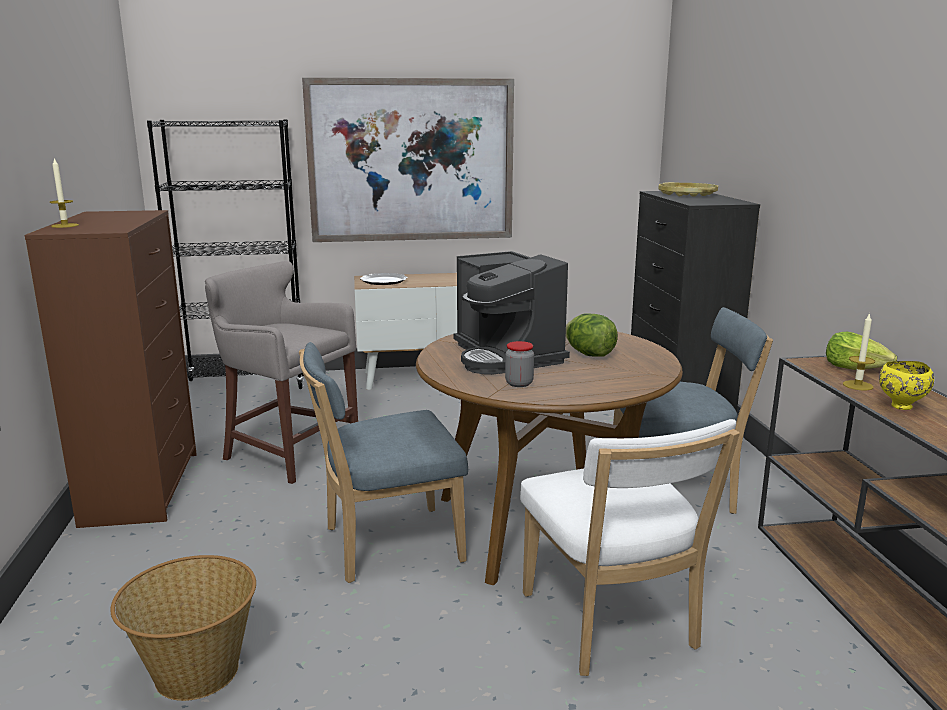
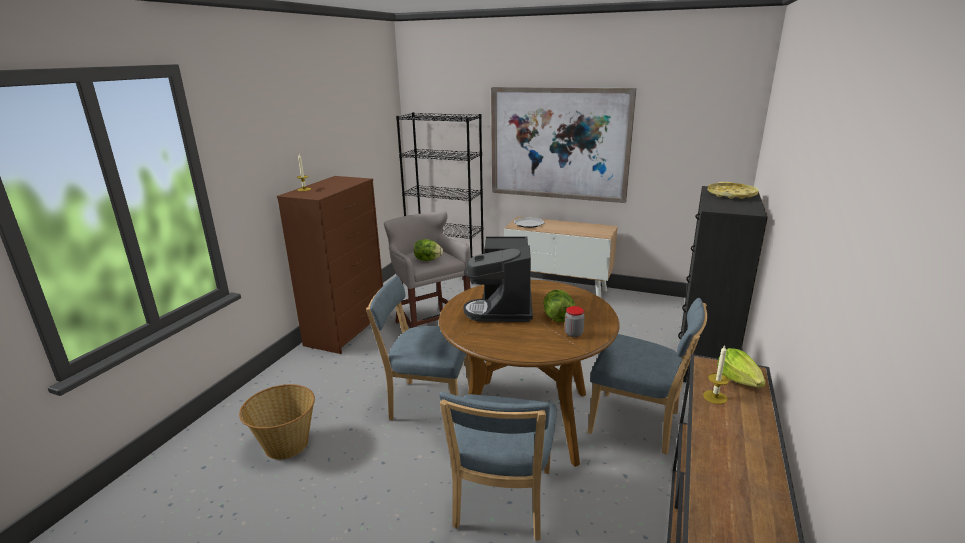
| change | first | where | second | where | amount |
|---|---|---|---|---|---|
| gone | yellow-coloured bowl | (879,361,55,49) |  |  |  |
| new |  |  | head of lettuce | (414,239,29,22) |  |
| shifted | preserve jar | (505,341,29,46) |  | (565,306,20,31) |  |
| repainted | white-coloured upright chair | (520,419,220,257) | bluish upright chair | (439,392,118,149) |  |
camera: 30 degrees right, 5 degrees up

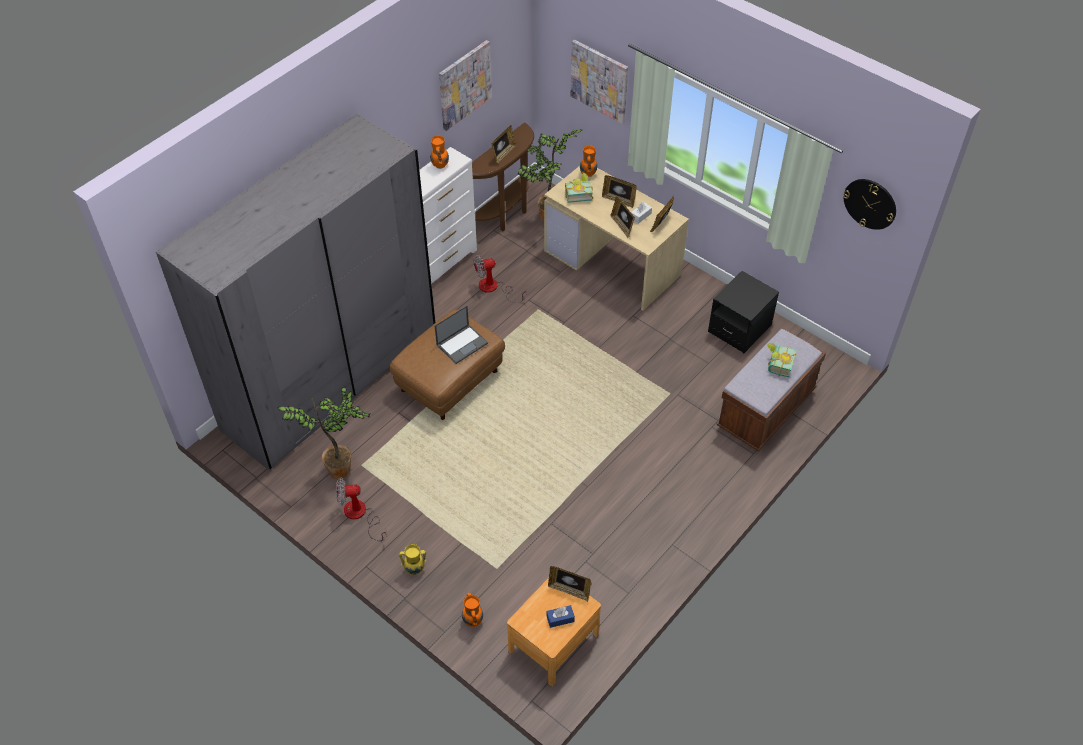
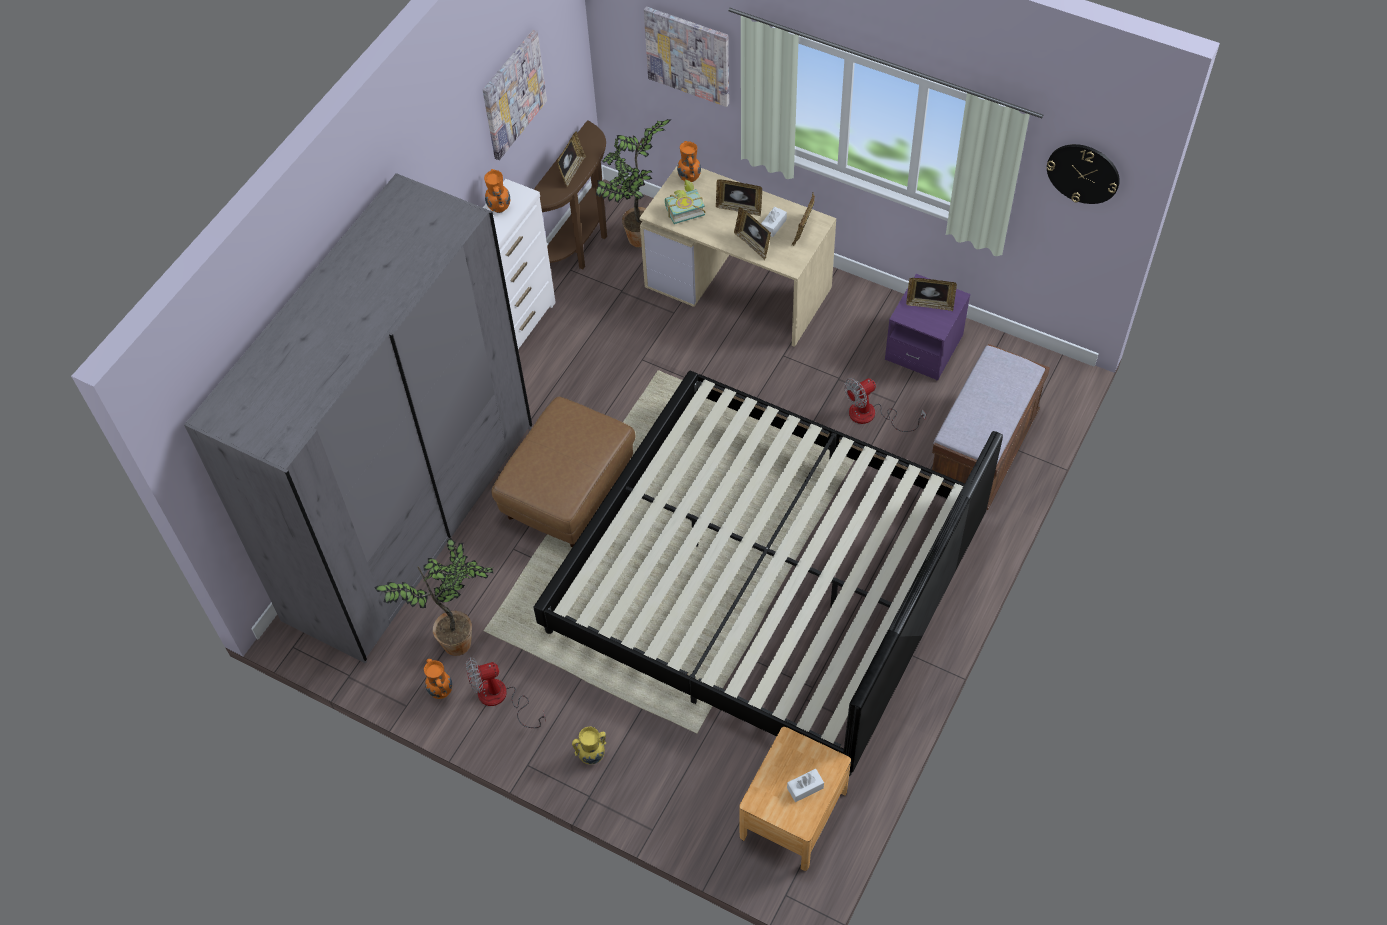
| change | first | where | second | where | amount |
|---|---|---|---|---|---|
| gone | laptop | (434,306,54,58) |  |  |  |
| gone | volume | (767,343,30,34) |  |  |  |
| new |  |  | bedroom bed | (533,371,470,405) |  |
| shifted | orange-coloured vase | (462,593,21,34) |  | (424,659,28,40) |  |
| shifted | fan | (473,255,54,48) |  | (844,378,82,54) |  |
| shifted | picture frame | (548,566,43,36) |  | (906,278,51,33) |  |
| repainted | bluish tissue box | (547,605,28,23) | white-coloured tissue box | (787,769,37,33) |  |
| repainted | black nightstand | (708,271,71,82) | purple nightstand | (885,274,85,107) |  |
camera: 10 degrees left, 5 degrees up

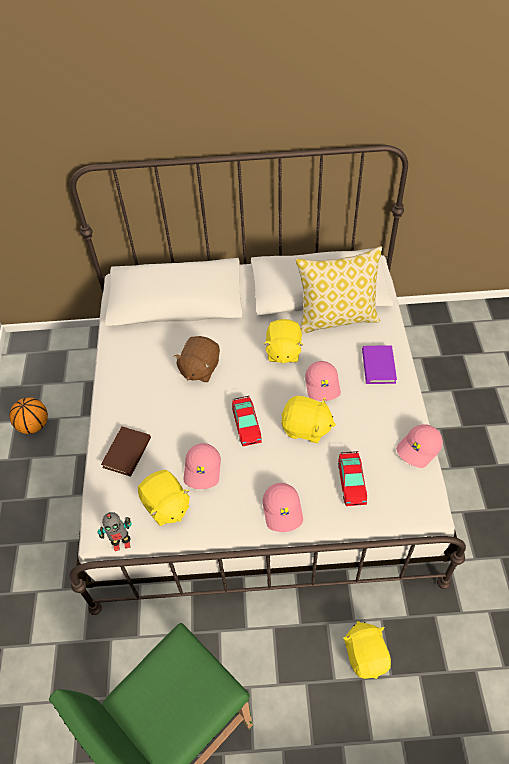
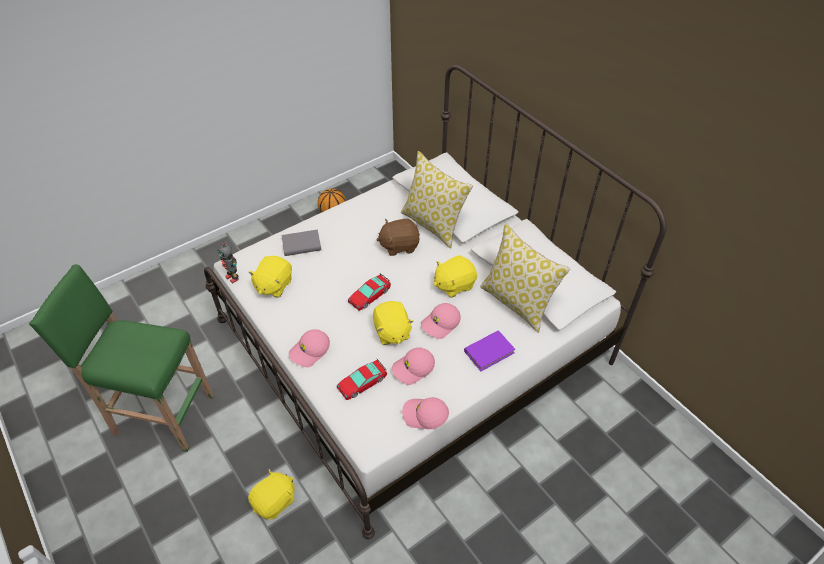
| change | first | where | second | where | amount |
|---|---|---|---|---|---|
| new |  |  | pillow | (401,151,72,97) |  |
| shifted | pink-coloured peaked cap | (184,443,37,46) |  | (392,348,43,37) |  |
| repainted | brown volume | (101,426,50,51) | grey volume | (281,230,40,26) |  |
camera: 55 degrees right, 5 degrees down

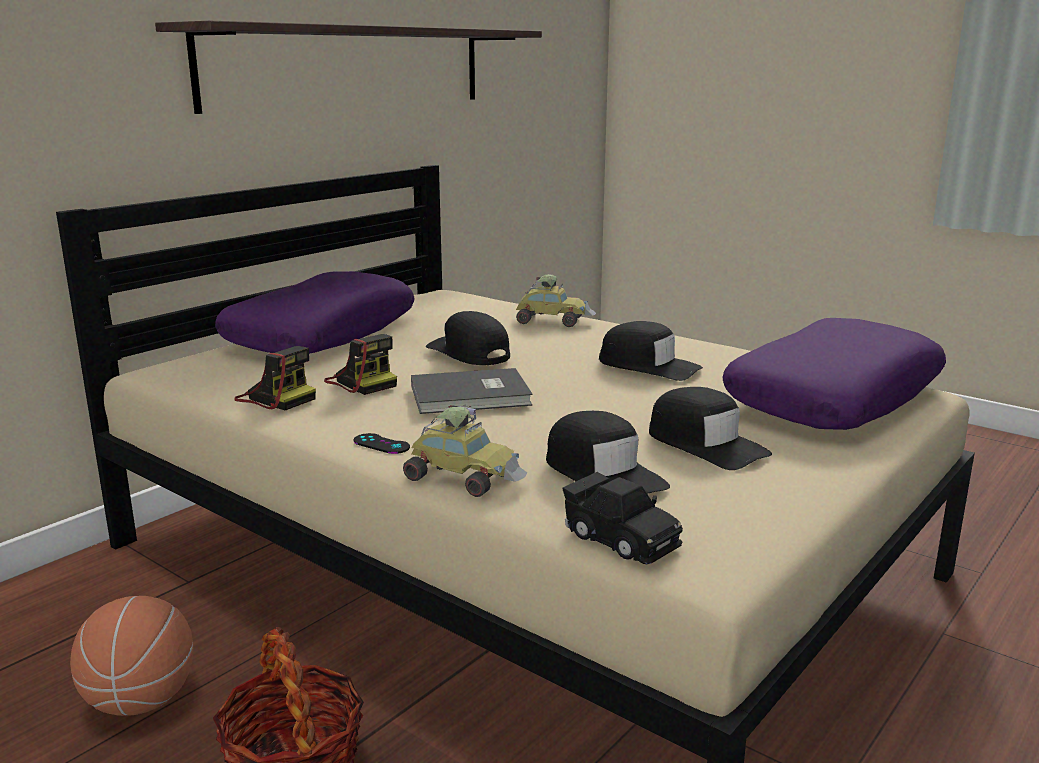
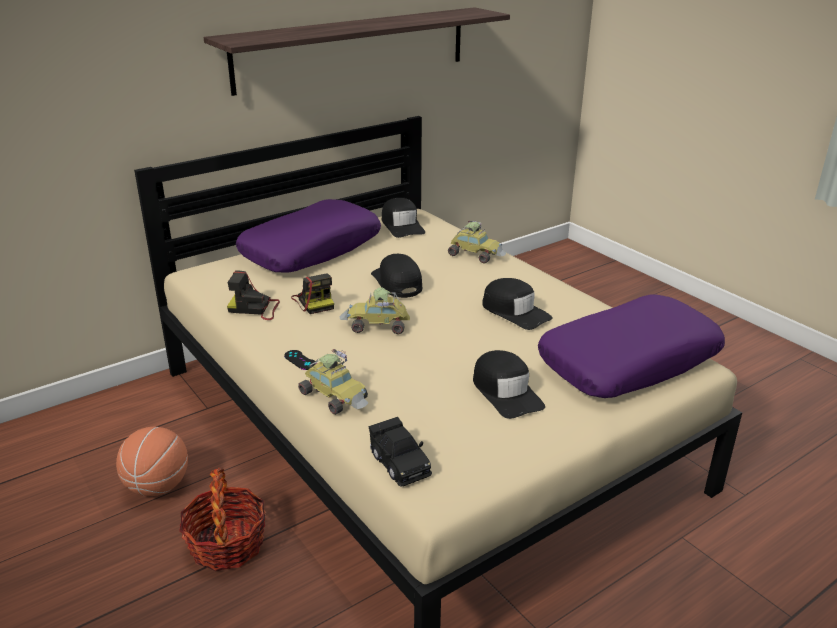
| change | first | where | second | where | amount |
|---|---|---|---|---|---|
| shifted | black peaked cap | (546,411,124,83) |  | (382,198,43,40) |  |
| swapped | grey volume | (411,368,122,46) | toy car | (340,288,70,46) |  |
| rotated | still camera | (234,346,82,64) |  | (227,270,53,50) | 135 degrees clockwise |
camera: 15 degrees right, 10 degrees up

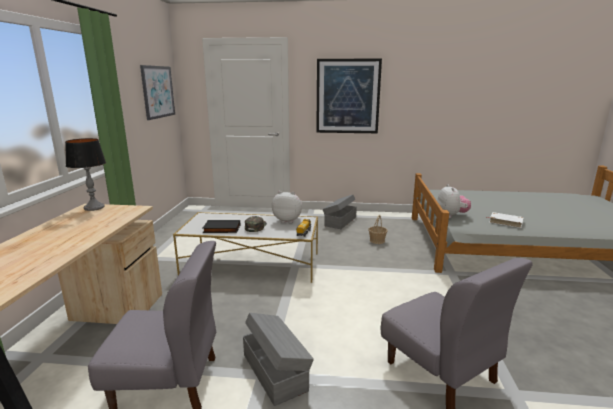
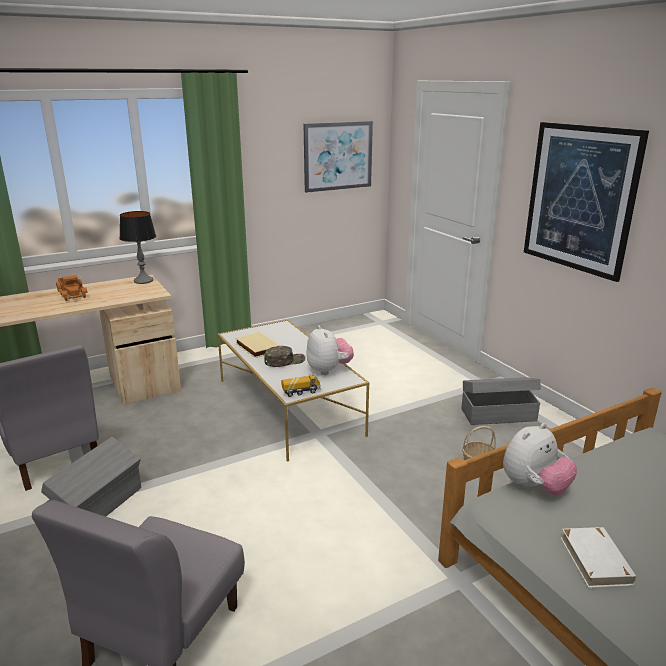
| change | first | where | second | where | amount |
|---|---|---|---|---|---|
| new |  |  | model truck | (56,275,32,26) |  |
| repainted | black volume | (203,220,37,13) | beige volume | (236,332,44,26) |  |
camera: 55 degrees right, 5 degrees up

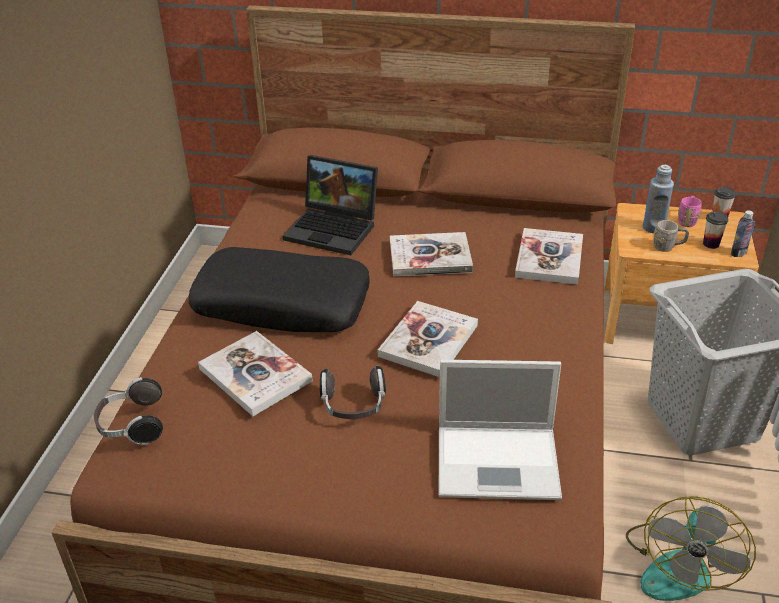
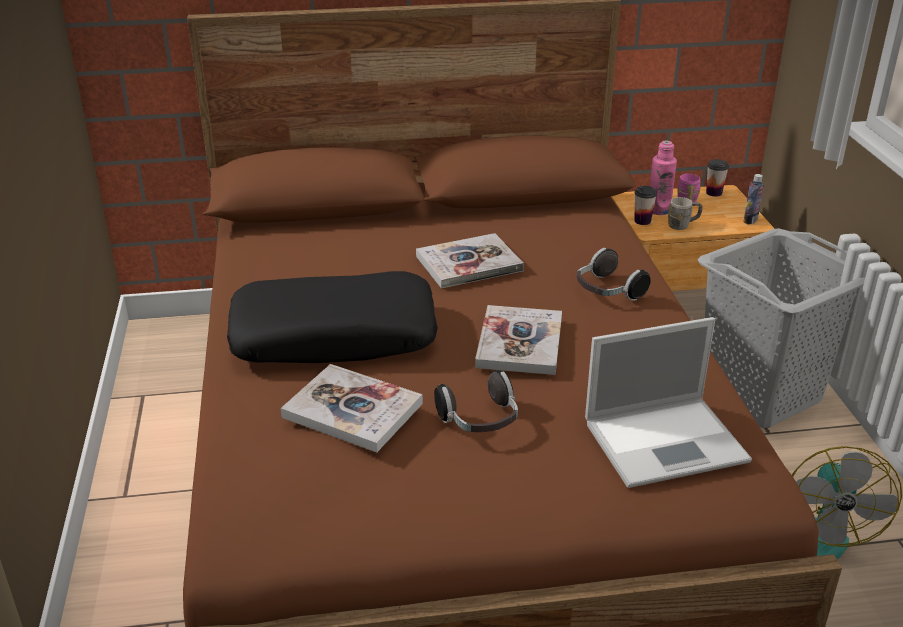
| change | first | where | second | where | amount |
|---|---|---|---|---|---|
| gone | laptop | (283,155,95,100) |  |  |  |
| gone | volume | (515,228,68,57) |  |  |  |
| shifted | headset | (94,377,69,68) |  | (577,248,74,53) |  |
| shifted | drinking cup | (703,211,25,38) |  | (634,186,23,39) |  |
| repainted | bluish drink bottle | (643,165,31,68) | pink-coloured drink bottle | (650,140,27,75) |  |
camera: 20 degrees left, 5 degrees down

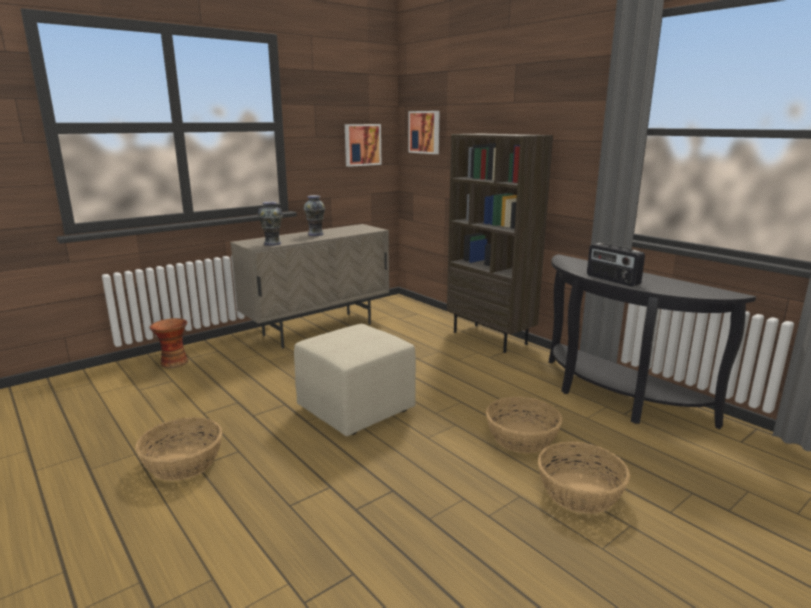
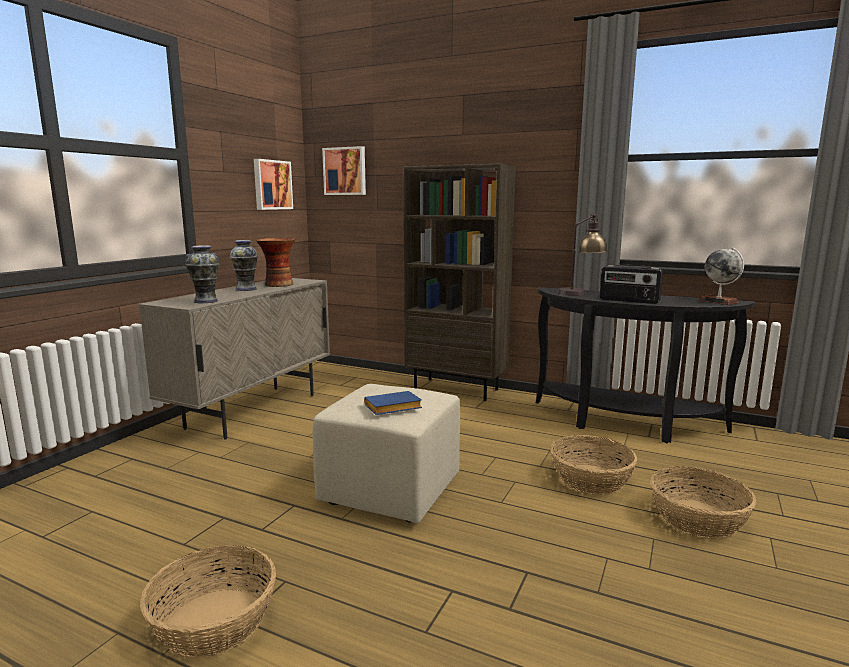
| change | first | where | second | where | amount |
|---|---|---|---|---|---|
| new |  |  | bluish volume | (364,391,58,24) |  |
| new |  |  | tabletop lamp | (558,214,50,82) |  |
| new |  |  | desk globe | (699,247,45,58) |  |
| shifted | vase | (149,318,39,50) |  | (256,238,39,49) |  |
camera: 25 degrees left, 5 degrees down

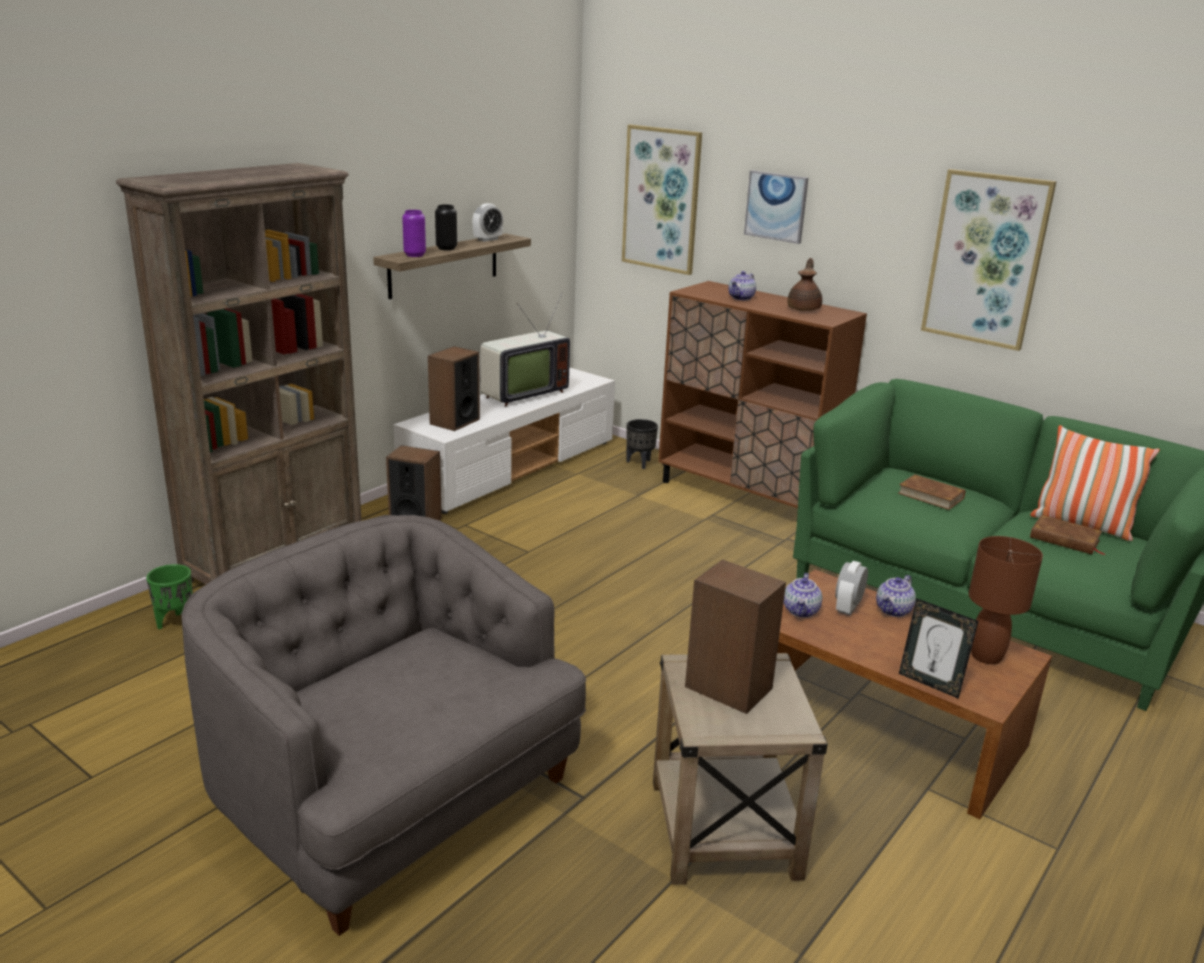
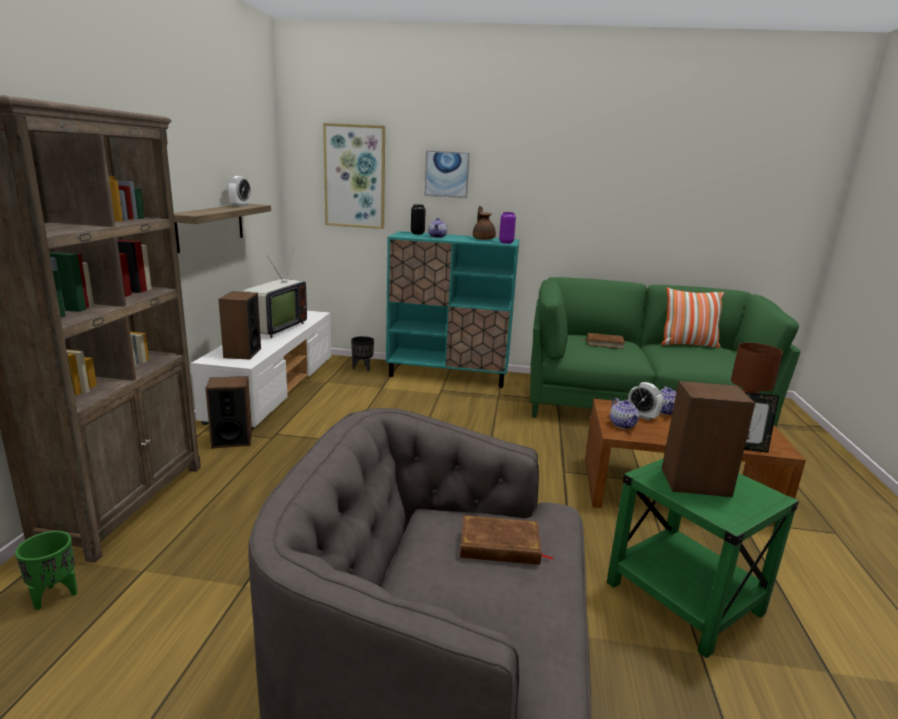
| change | first | where | second | where | amount |
|---|---|---|---|---|---|
| gone | wall art | (921,169,136,182) |  |  |  |
| shifted | purple vase | (402,210,24,47) |  | (499,212,17,32) |  |
| shifted | black vase | (435,204,22,46) |  | (411,204,15,30) |  |
| shifted | brown volume | (1030,515,75,40) |  | (460,515,94,50) |  |
| repainted | beige end table | (653,653,175,232) | green end table | (607,458,192,200) |  |
| repainted | brown cupboard | (658,281,209,227) | turquoise cupboard | (386,231,133,157) |  |
| rotated | bedside clock | (835,561,33,54) |  | (628,382,35,38) | 45 degrees counterclockwise |
camera: 30 degrees left, 5 degrees down

